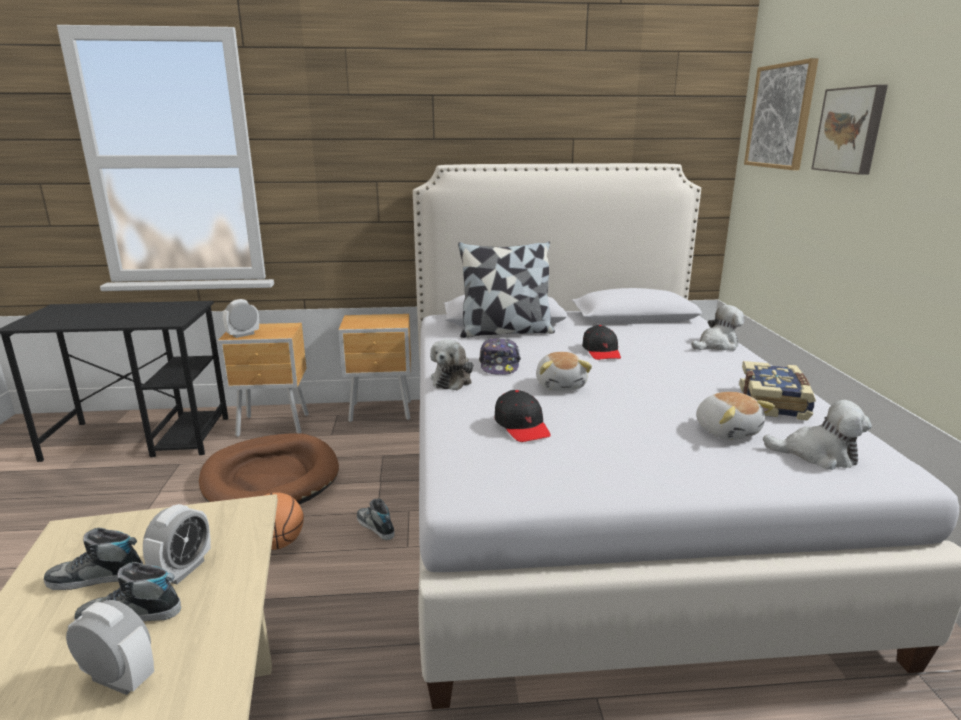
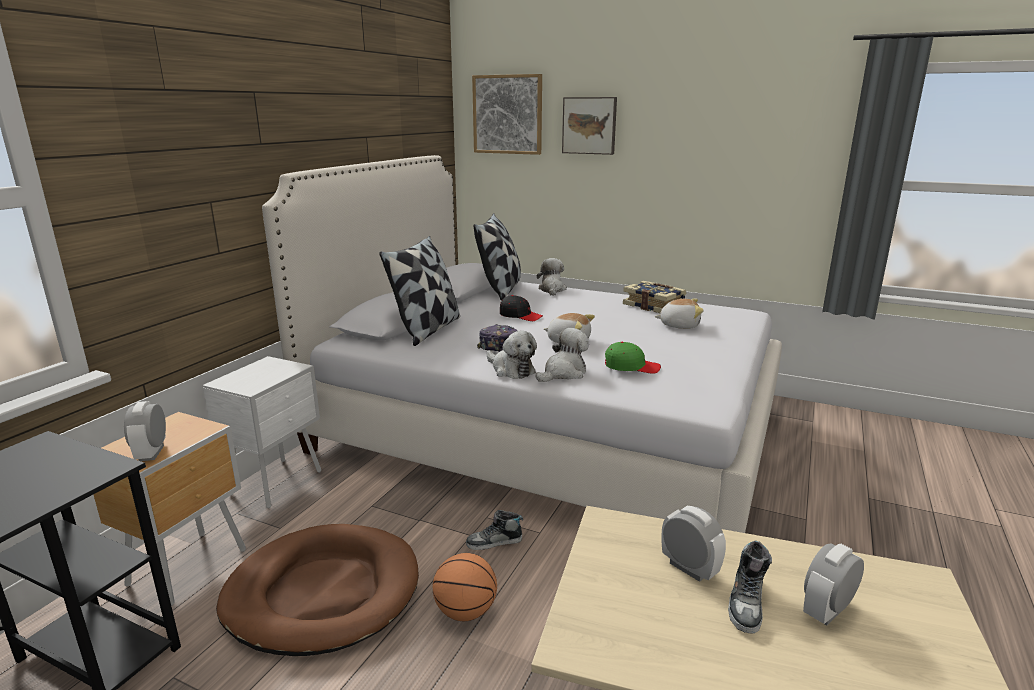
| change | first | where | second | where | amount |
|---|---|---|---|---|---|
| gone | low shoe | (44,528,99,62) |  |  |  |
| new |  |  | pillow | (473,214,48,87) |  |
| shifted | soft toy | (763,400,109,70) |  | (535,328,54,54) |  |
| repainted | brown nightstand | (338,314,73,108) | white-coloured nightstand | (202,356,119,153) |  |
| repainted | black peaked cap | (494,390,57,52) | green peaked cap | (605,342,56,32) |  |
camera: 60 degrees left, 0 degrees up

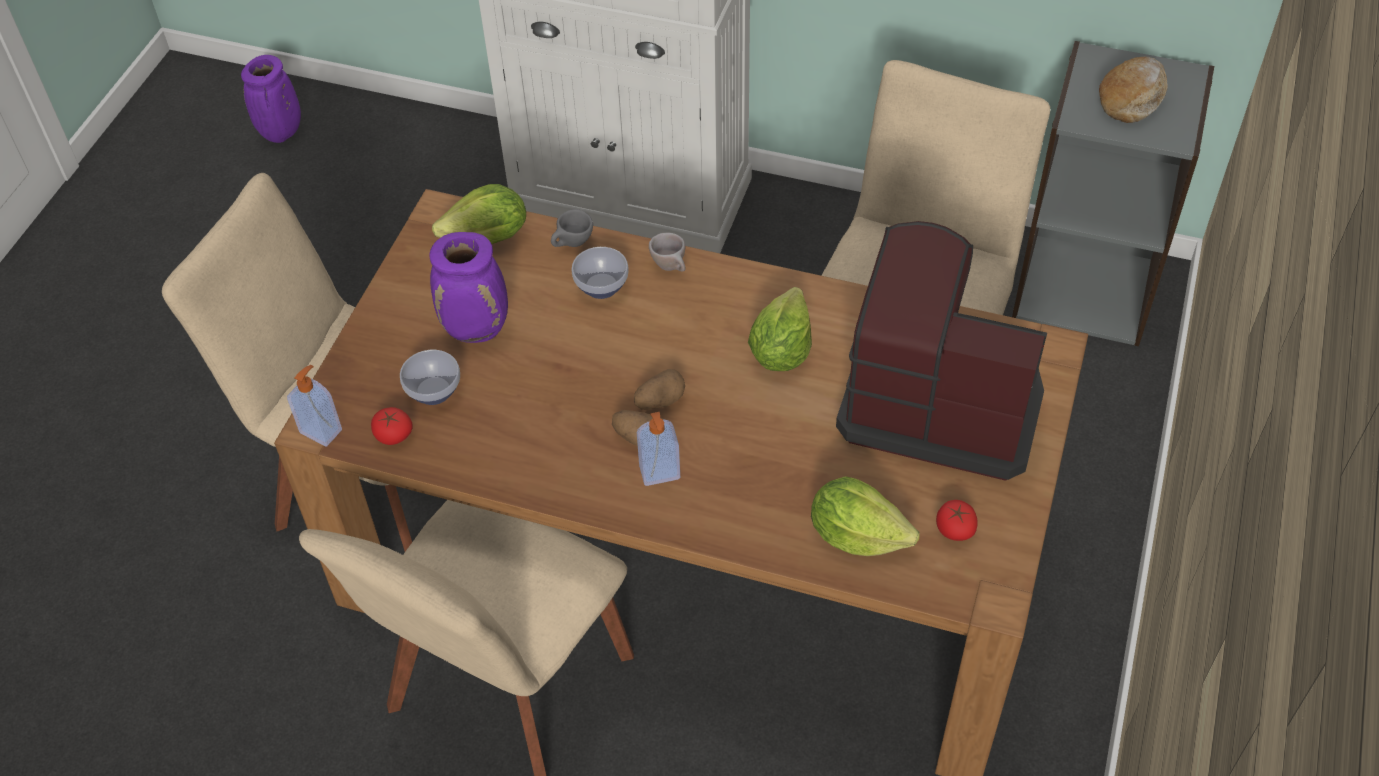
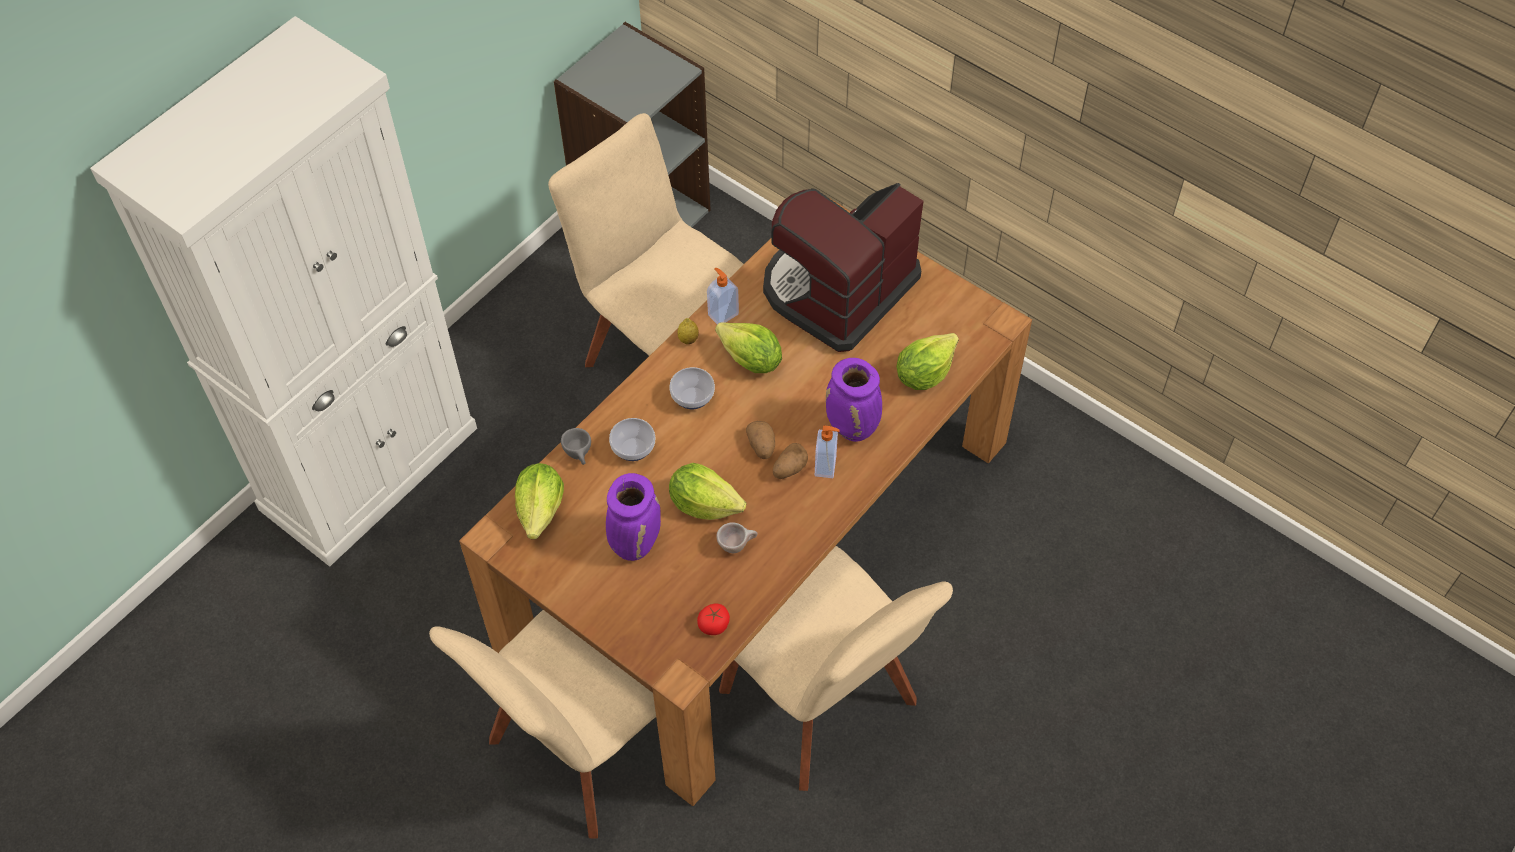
| change | first | where | second | where | amount |
|---|---|---|---|---|---|
| gone | fresh tomato | (936,500,42,41) |  |  |  |
| gone | baked bread | (1099,57,69,66) |  |  |  |
| new |  |  | head of lettuce | (669,463,77,57) |  |
| new |  |  | lemon | (678,318,21,26) |  |
| shifted | purple vase | (241,55,60,88) |  | (826,358,56,84) |  |
| shifted | soap bottle | (287,365,55,82) |  | (707,268,32,56) |  |
| shifted | bowl | (400,350,60,55) |  | (669,367,46,42) |  |
| shifted | beige drinking cup | (649,233,37,39) |  | (716,522,42,32) |  |
camera: 70 degrees left, 5 degrees up

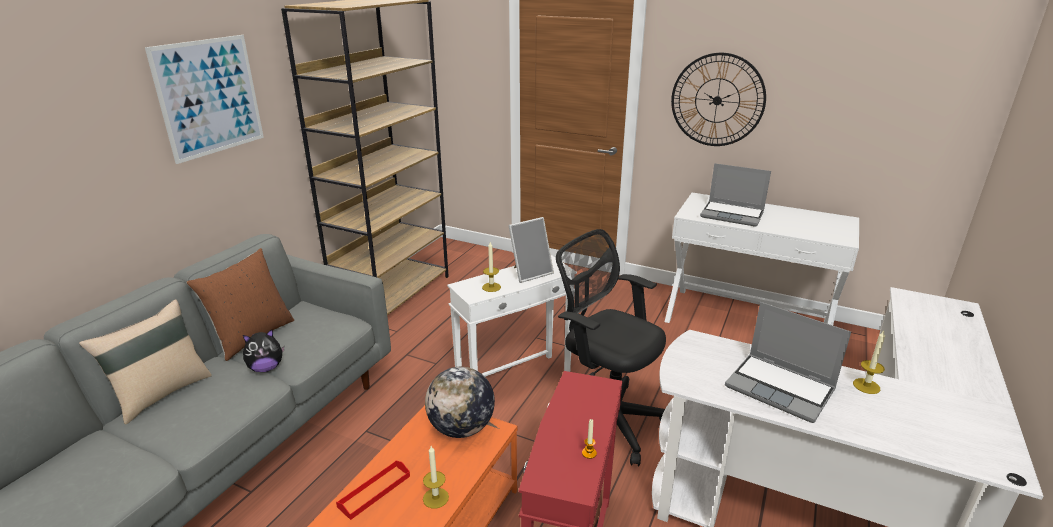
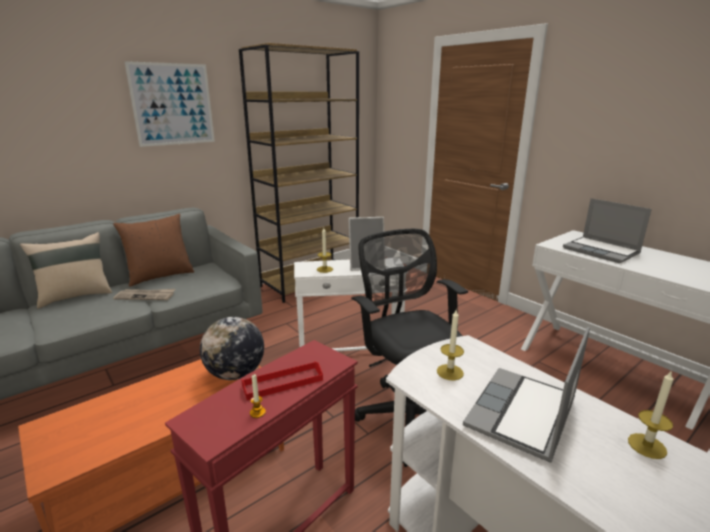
| change | first | where | second | where | amount |
|---|---|---|---|---|---|
| gone | hanging clock | (671,53,95,93) |  |  |  |
| shifted | red tray | (336,461,74,59) |  | (241,361,82,39) |  |
| shifted | candle | (423,446,26,62) |  | (437,310,27,71) |  |
| swapped | soft toy | (243,329,42,43) | printed paper | (113,289,62,11) |  |
| rotated | laptop | (725,302,126,121) |  | (463,327,127,136) | 60 degrees clockwise |
camera: 25 degrees right, 5 degrees down

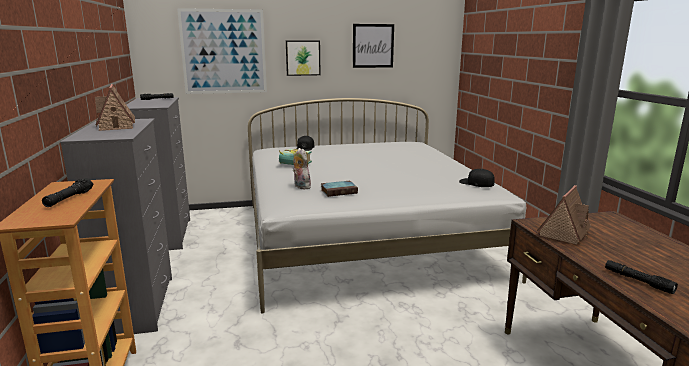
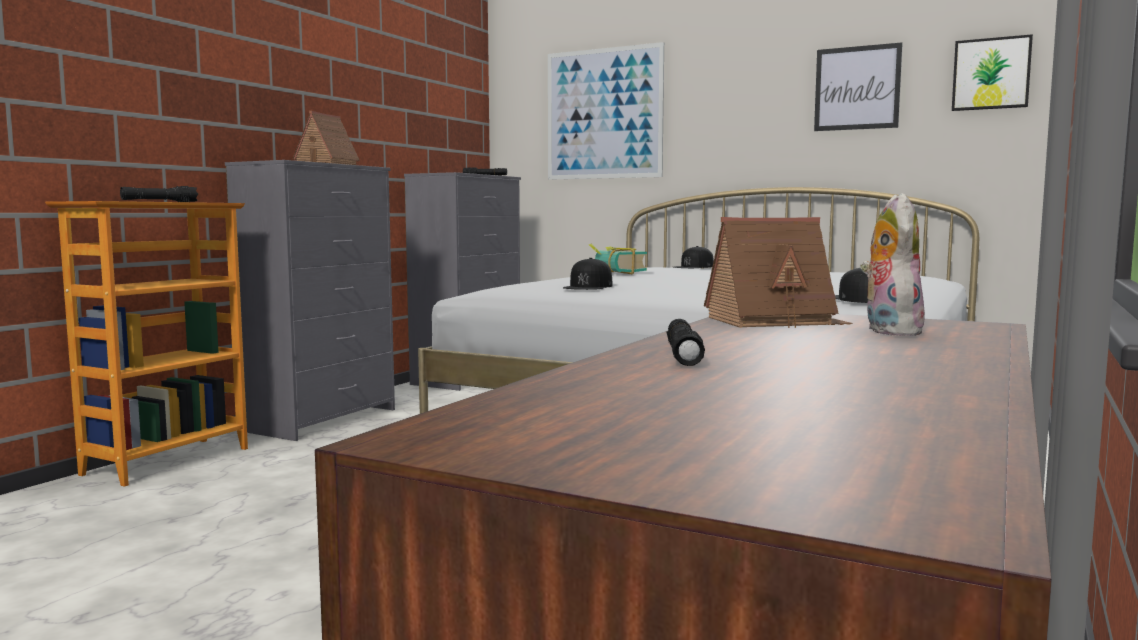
| change | first | where | second | where | amount |
|---|---|---|---|---|---|
| shifted | wall art | (286,41,35,35) |  | (952,34,81,77) |  |
| shifted | soft toy | (293,148,18,41) |  | (860,193,65,143) |  |
| swapped | volume | (321,181,37,16) | black peaked cap | (563,258,50,32) |  |
camera: 40 degrees right, 10 degrees down

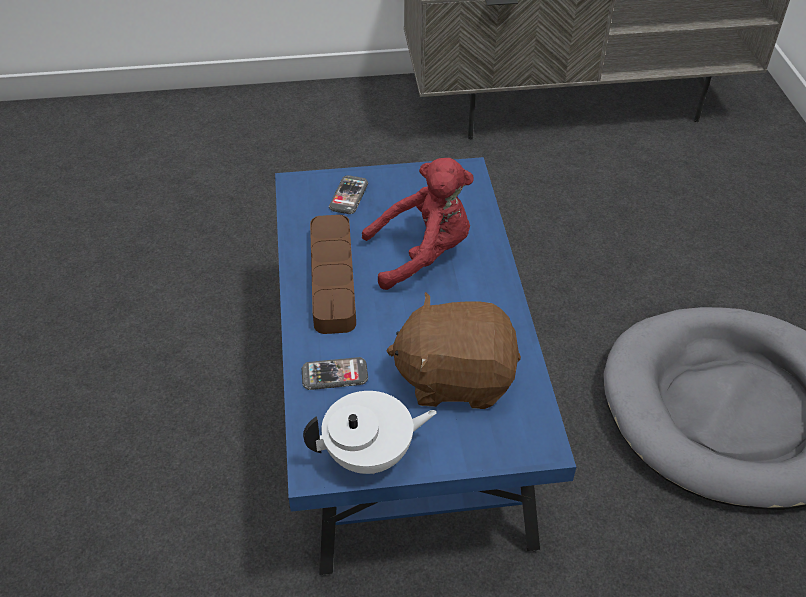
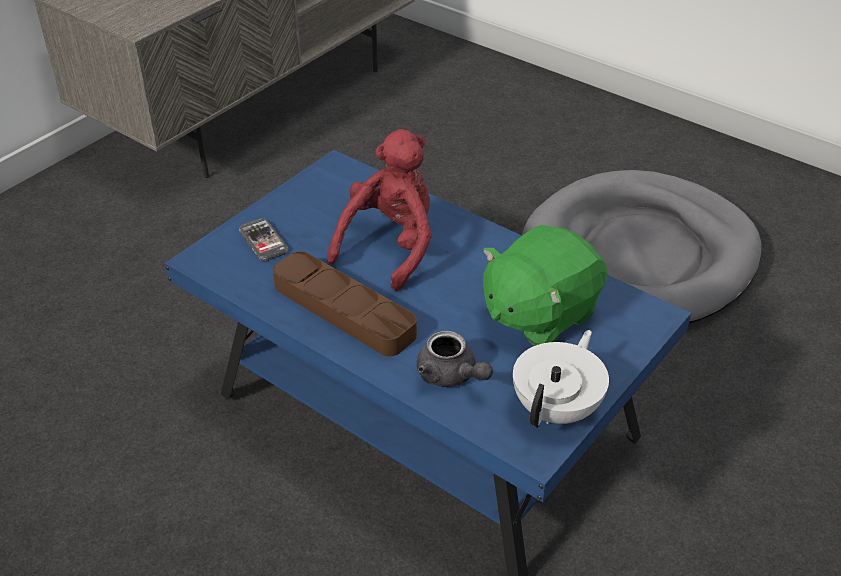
| change | first | where | second | where | amount |
|---|---|---|---|---|---|
| swapped | phone | (302,357,66,33) | grey tea pot | (417,331,76,56) |  |
| repainted | brown soft toy | (386,292,135,117) | green soft toy | (483,225,124,121) |  |
camera: 45 degrees left, 5 degrees down

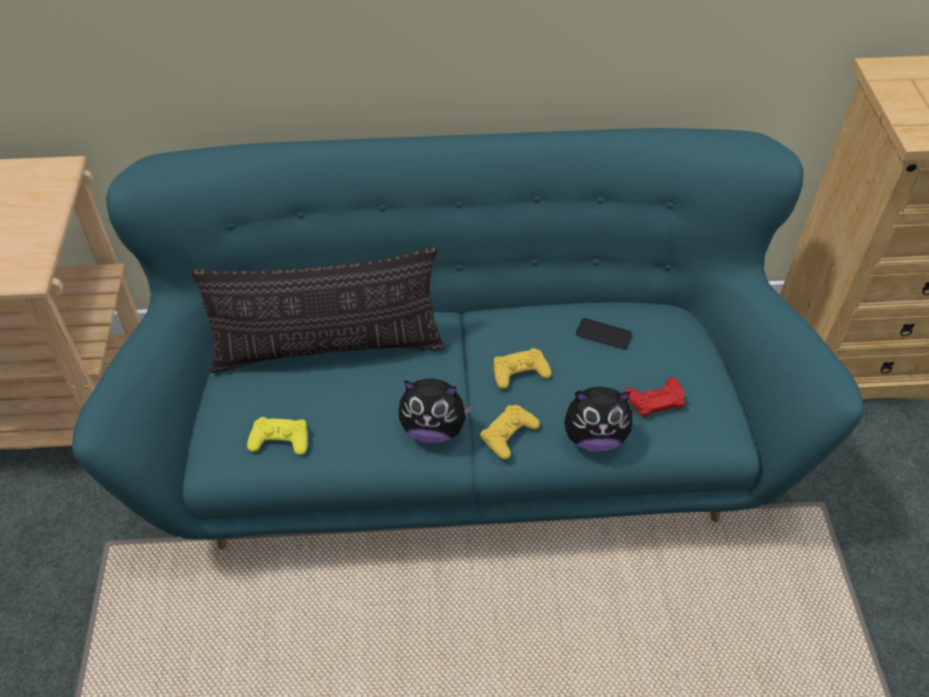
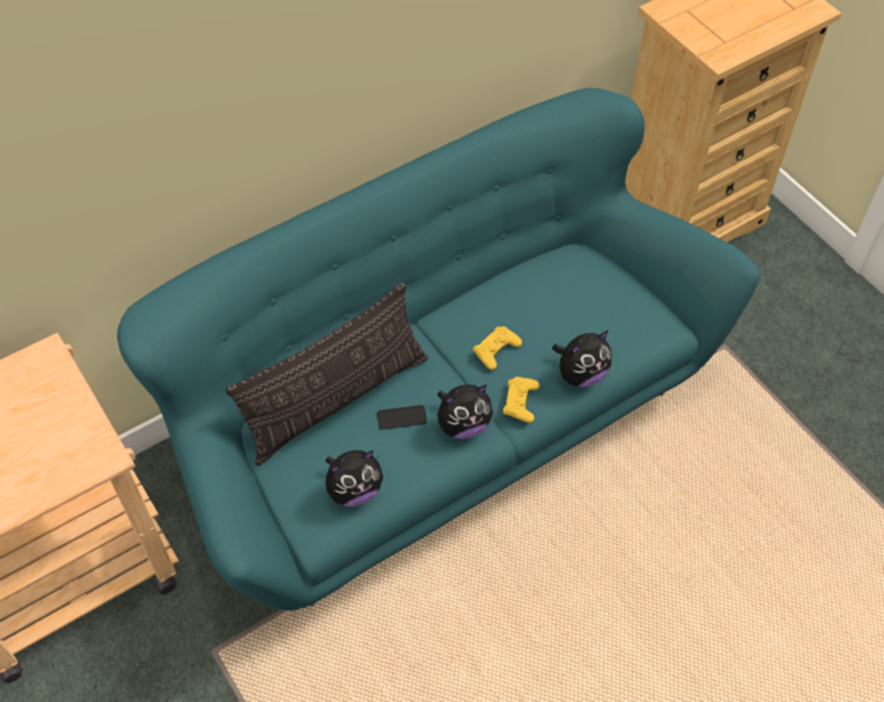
| change | first | where | second | where | amount |
|---|---|---|---|---|---|
| gone | red game controller | (624,378,61,40) |  |  |  |
| shifted | phone | (576,318,56,31) |  | (377,405,50,25) |  |
| swapped | yellow-coloured game controller | (247,417,61,38) | soft toy | (325,450,58,56) |  |
camera: 30 degrees left, 5 degrees up

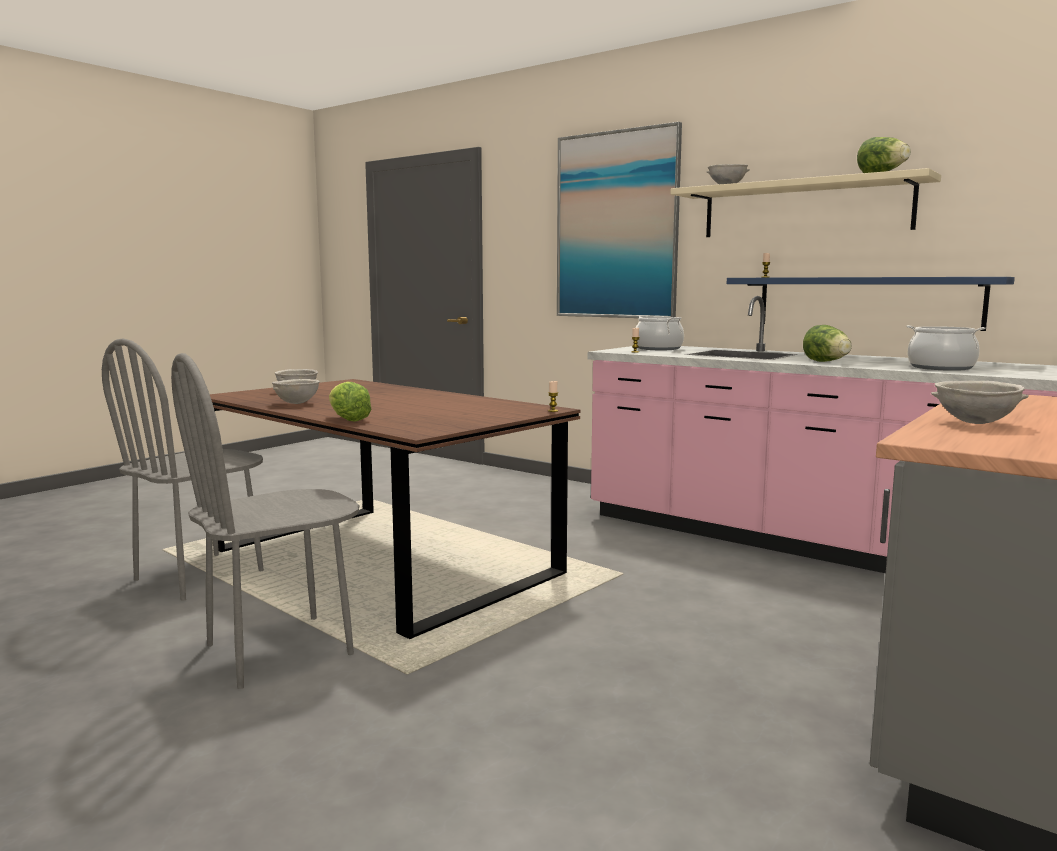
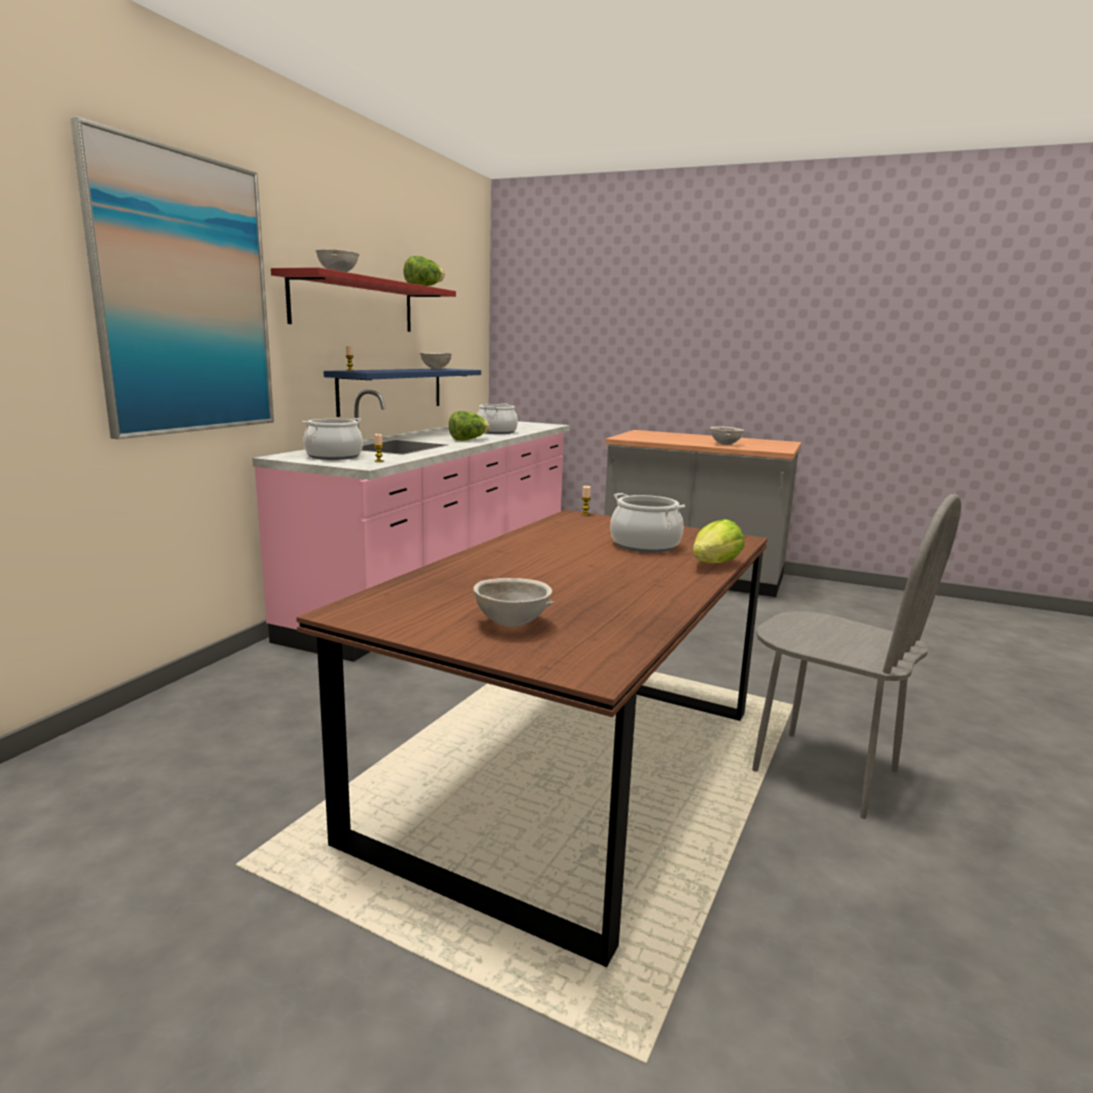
| change | first | where | second | where | amount |
|---|---|---|---|---|---|
| gone | grey upright chair | (102,339,162,262) |  |  |  |
| new |  |  | cooking pot | (610,493,75,59) |  |
| shifted | grey bowl | (272,379,48,25) |  | (420,353,32,16) |  |
| repainted | beige shelf | (670,168,271,69) | red shelf | (271,267,185,65) |  |
camera: 105 degrees left, 5 degrees up

